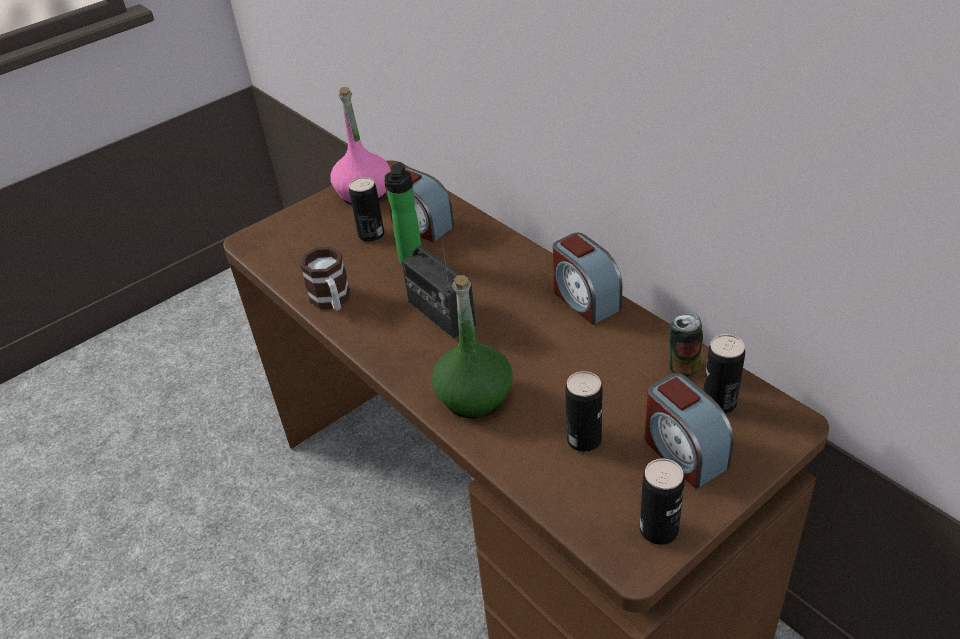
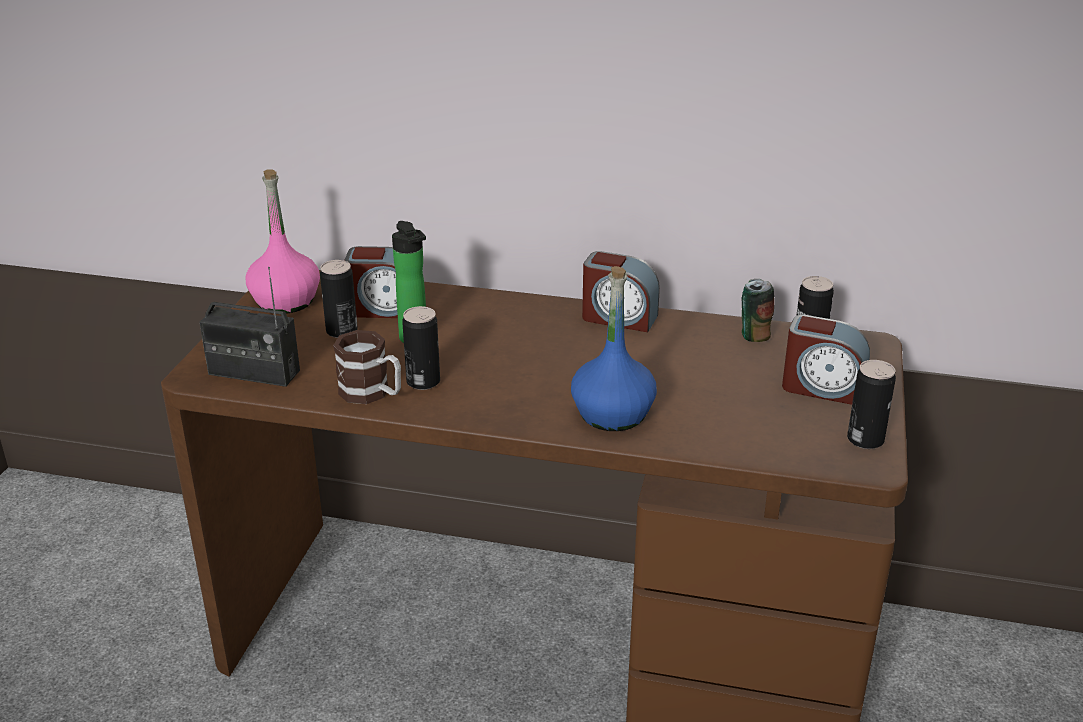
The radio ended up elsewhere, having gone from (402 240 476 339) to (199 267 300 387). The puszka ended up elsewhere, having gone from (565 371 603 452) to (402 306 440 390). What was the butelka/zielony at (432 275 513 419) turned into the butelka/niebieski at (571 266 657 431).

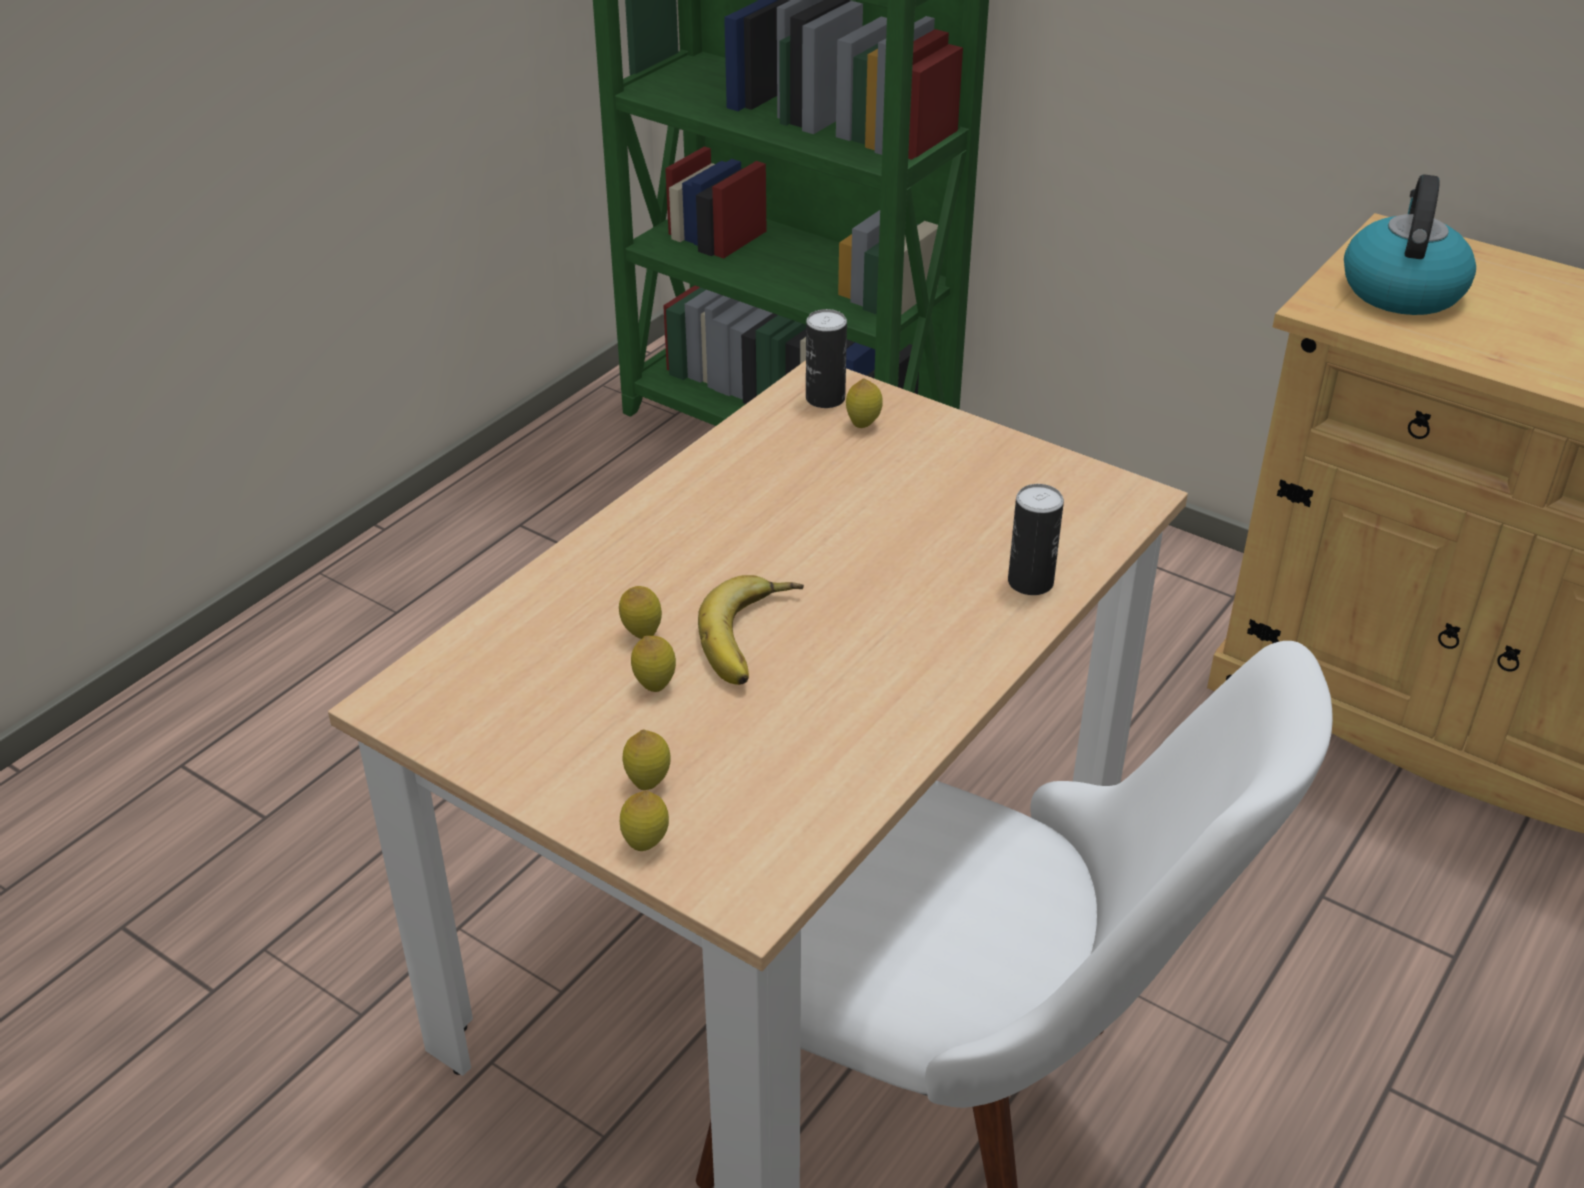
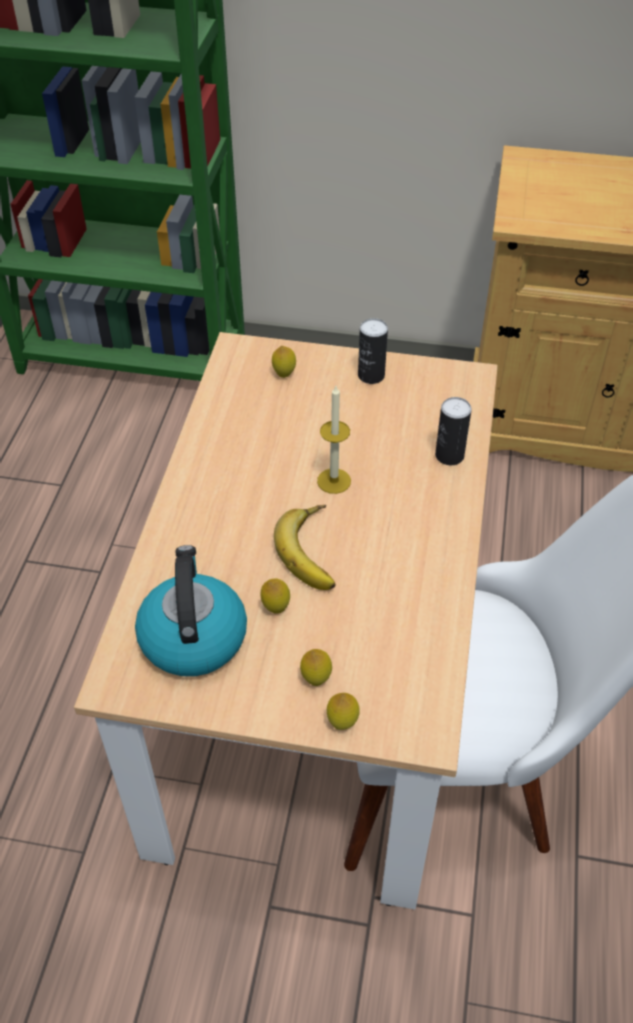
The czajnik ended up elsewhere, having gone from (1344 174 1476 315) to (135 545 247 676). The second view gained the świeca at (317 386 351 494). The puszka ended up elsewhere, having gone from (806 309 847 408) to (358 318 388 384). The second view lost the cytryna at (619 586 662 639).

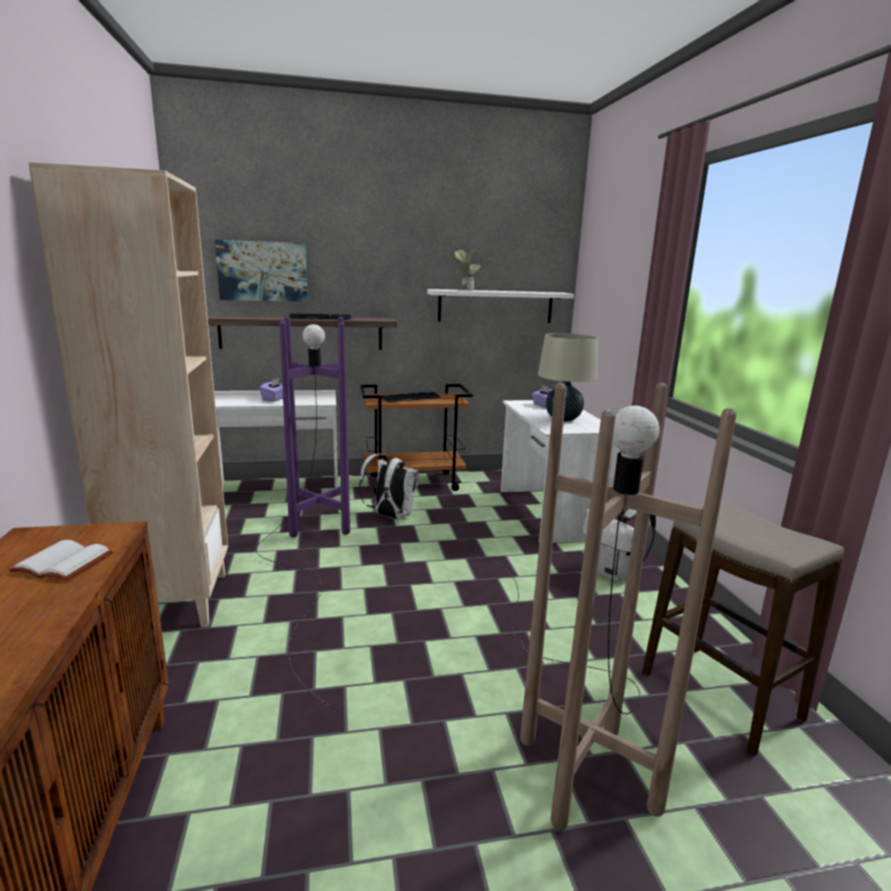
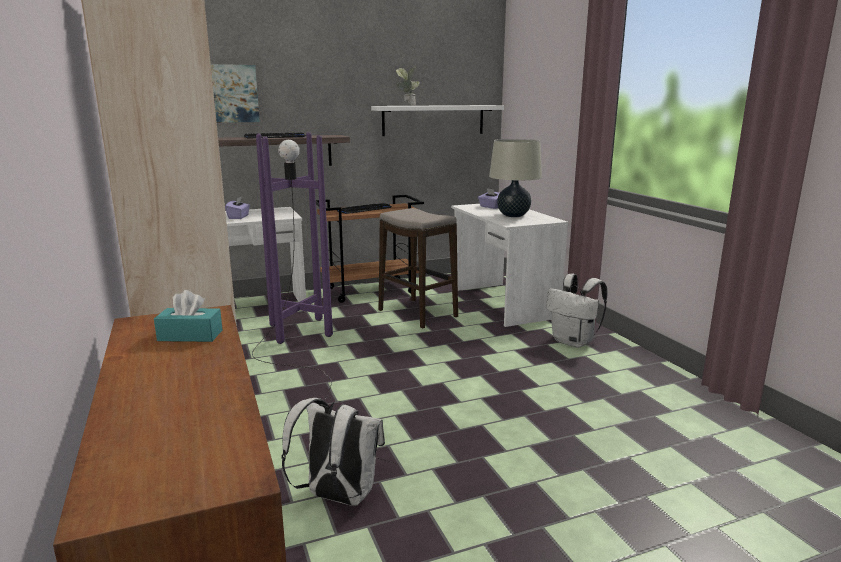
Where the książka/biały stood at (9 540 114 581), the pudełko chusteczek/turkusowy came to stand at (154 290 223 342). The plecak/biały ended up elsewhere, having gone from (359 454 420 519) to (281 398 385 506). The stołek ended up elsewhere, having gone from (642 502 844 757) to (379 208 458 329). The second view lost the lampa stojąca/brązowy at (459 383 737 830).

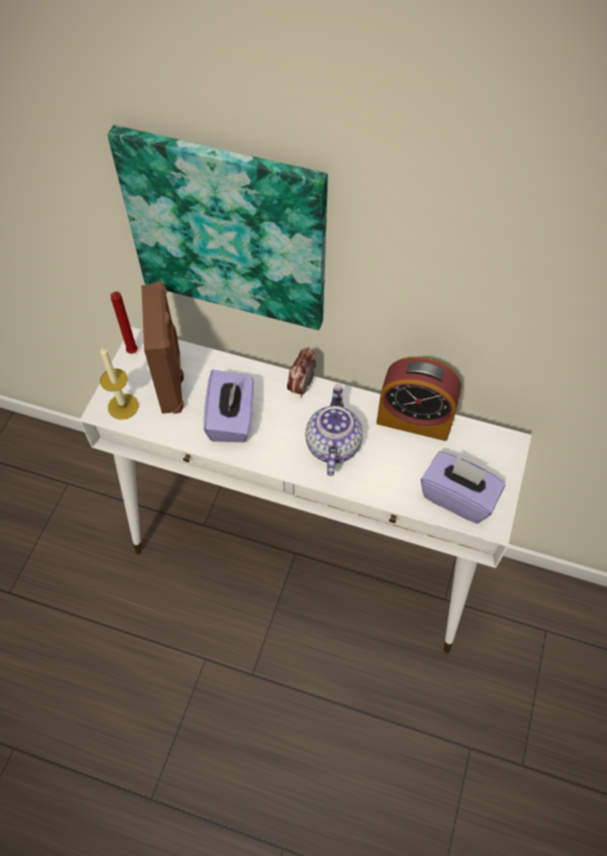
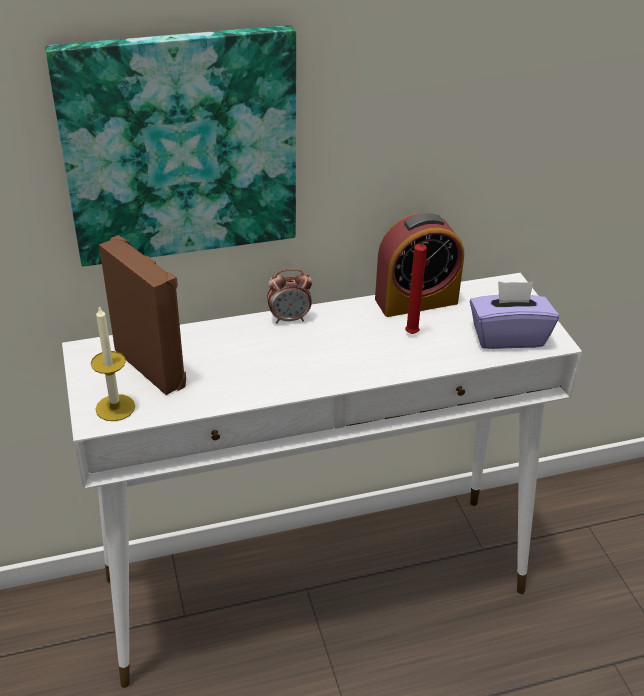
The budzik at (287 347 316 398) ended up facing another way, 90 degrees clockwise from before. The świeca/czerwony ended up elsewhere, having gone from (110 292 138 354) to (405 242 428 334). The second view lost the pudełko chusteczek/fioletowy at (204 370 254 442). The second view lost the imbryk at (305 384 363 476).

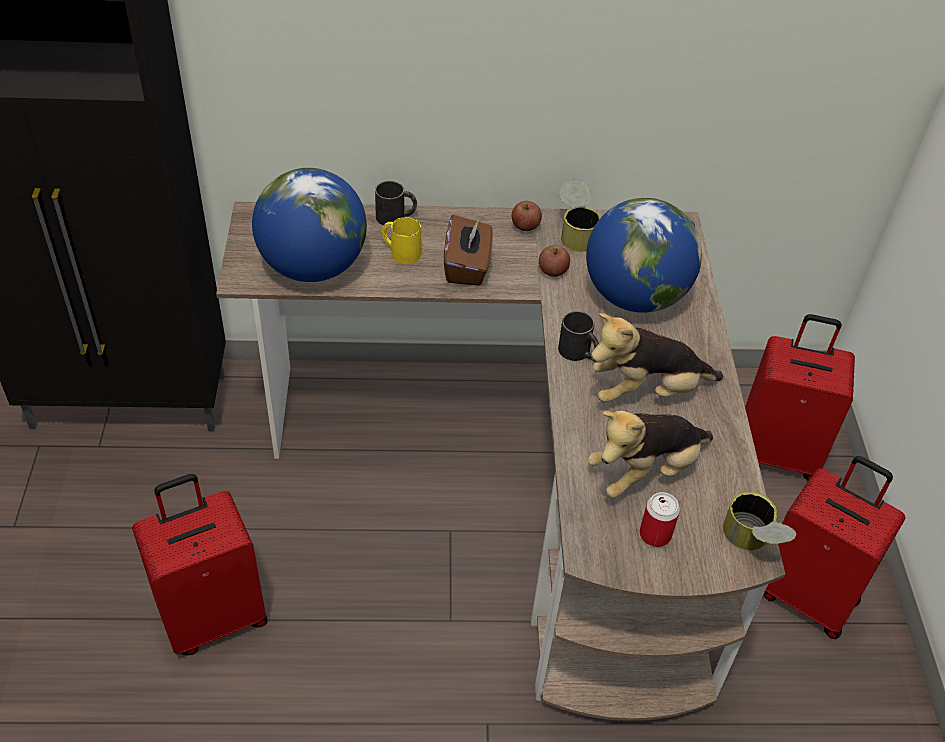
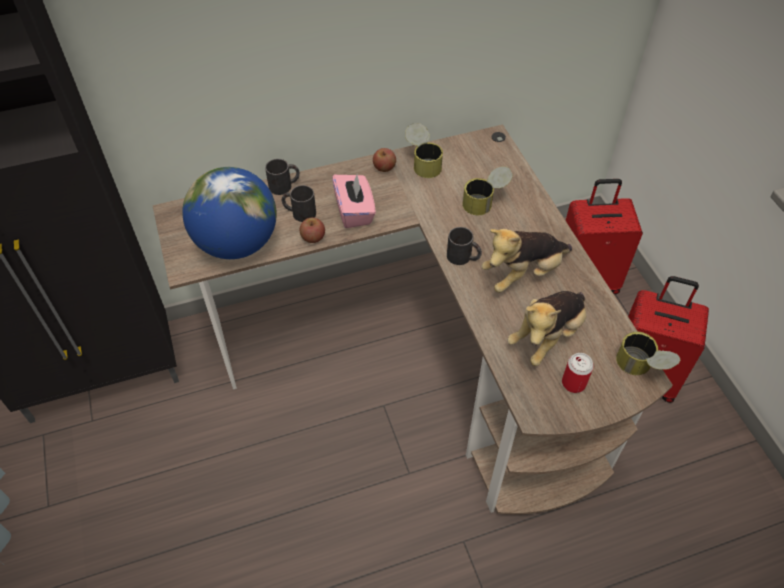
What was the kubek/żółty at (382 217 421 264) turned into the kubek/czarny at (282 185 316 222). The jabłko ended up elsewhere, having gone from (539 245 570 277) to (300 218 325 243). What was the pudełko chusteczek/brązowy at (444 215 493 286) turned into the pudełko chusteczek/różowy at (332 172 376 228). Where the globus stood at (586 198 702 313), the puszka came to stand at (462 166 513 215). The second view lost the walizka/czerwony at (132 474 267 656).

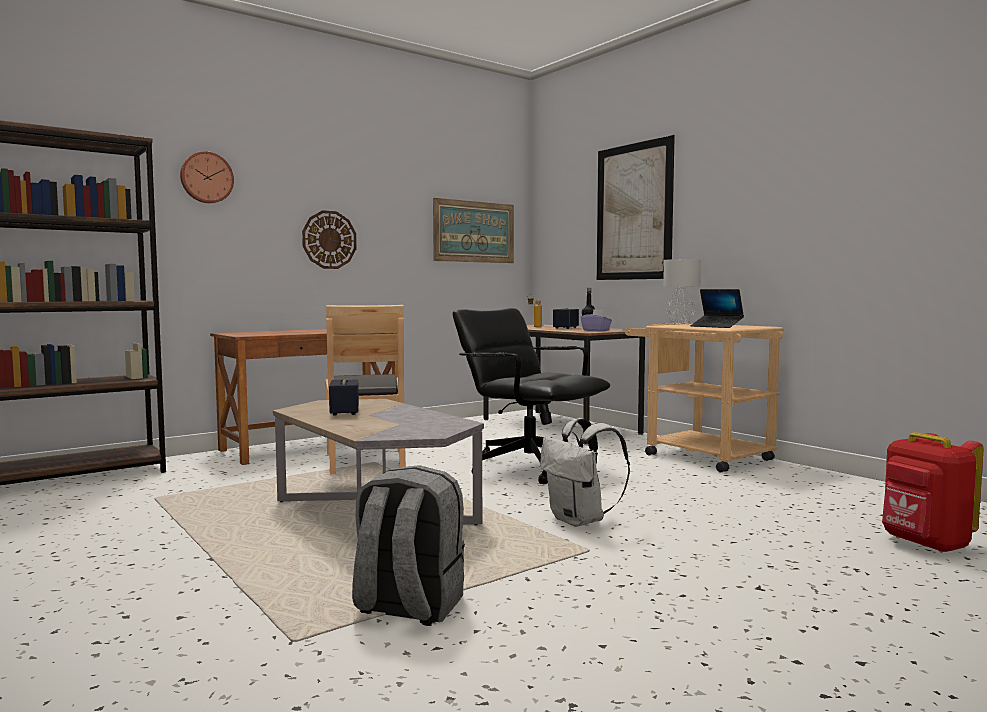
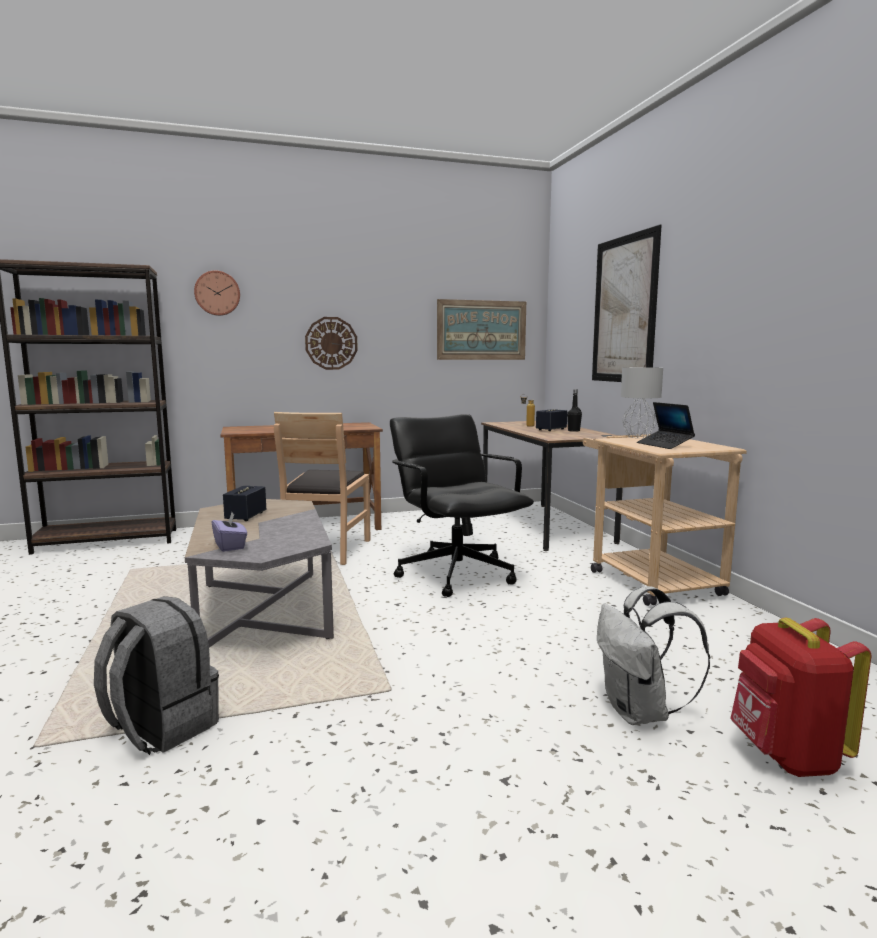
The pudełko chusteczek/fioletowy ended up elsewhere, having gone from (581 309 612 331) to (211 512 247 552). The plecak/biały ended up elsewhere, having gone from (540 418 630 527) to (597 586 711 725).

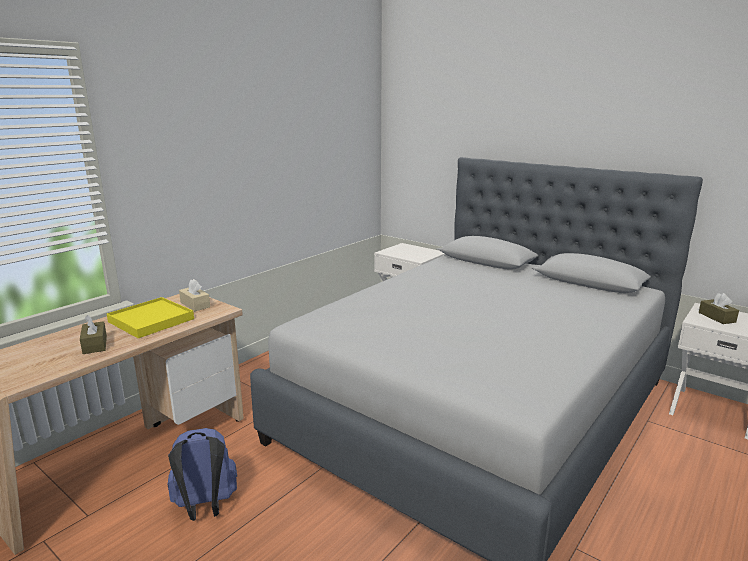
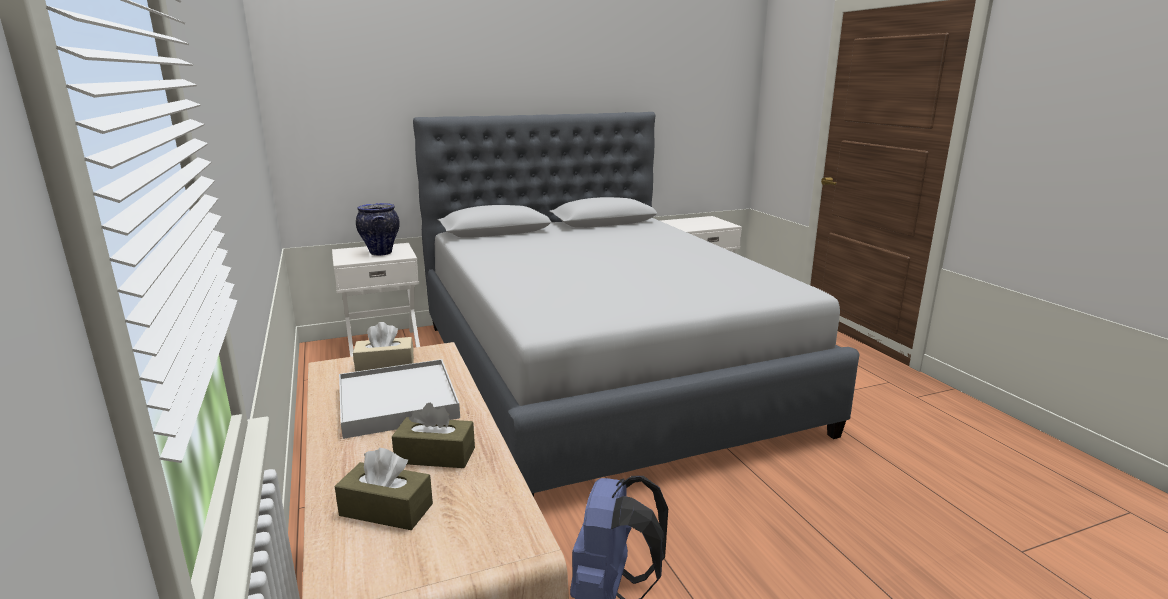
The pudełko chusteczek/brązowy ended up elsewhere, having gone from (699 293 739 324) to (335 448 433 530). What was the taca/żółty at (107 297 194 338) turned into the taca/biały at (339 359 460 439). The second view gained the wazon at (356 203 400 256).

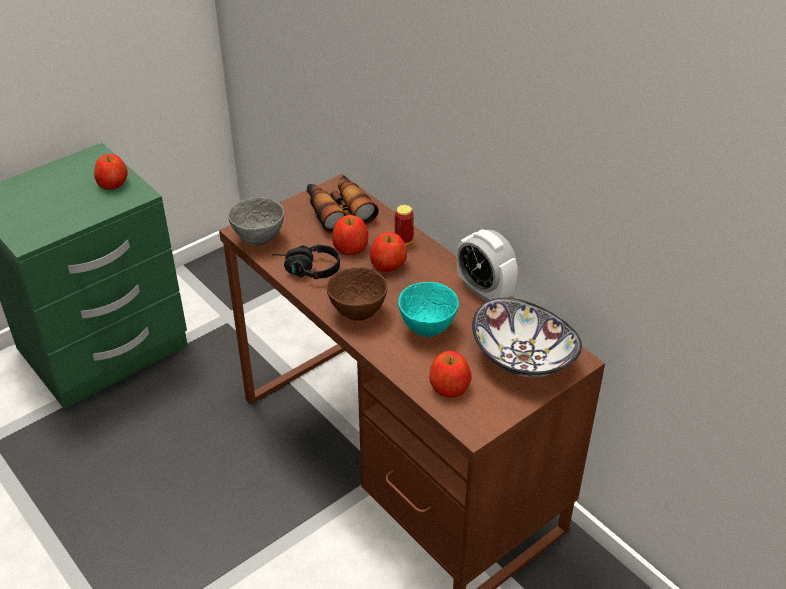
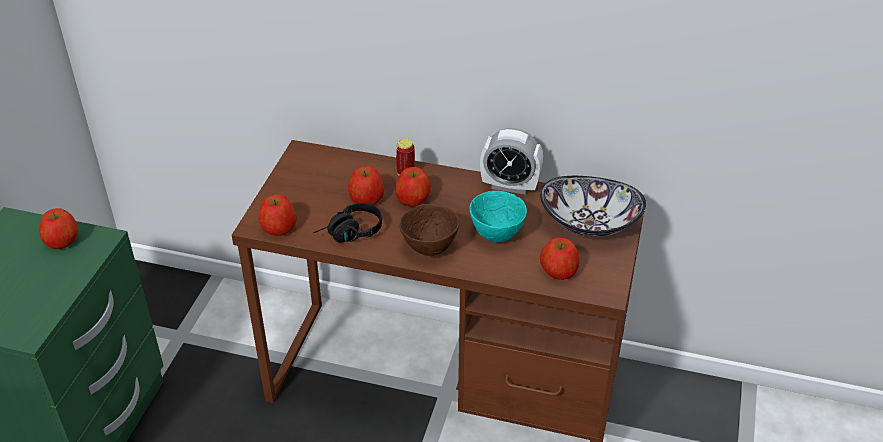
Where the miska/szary stood at (228 197 284 245), the jabłko came to stand at (258 194 297 236). The second view lost the lornetka at (307 175 379 233).

